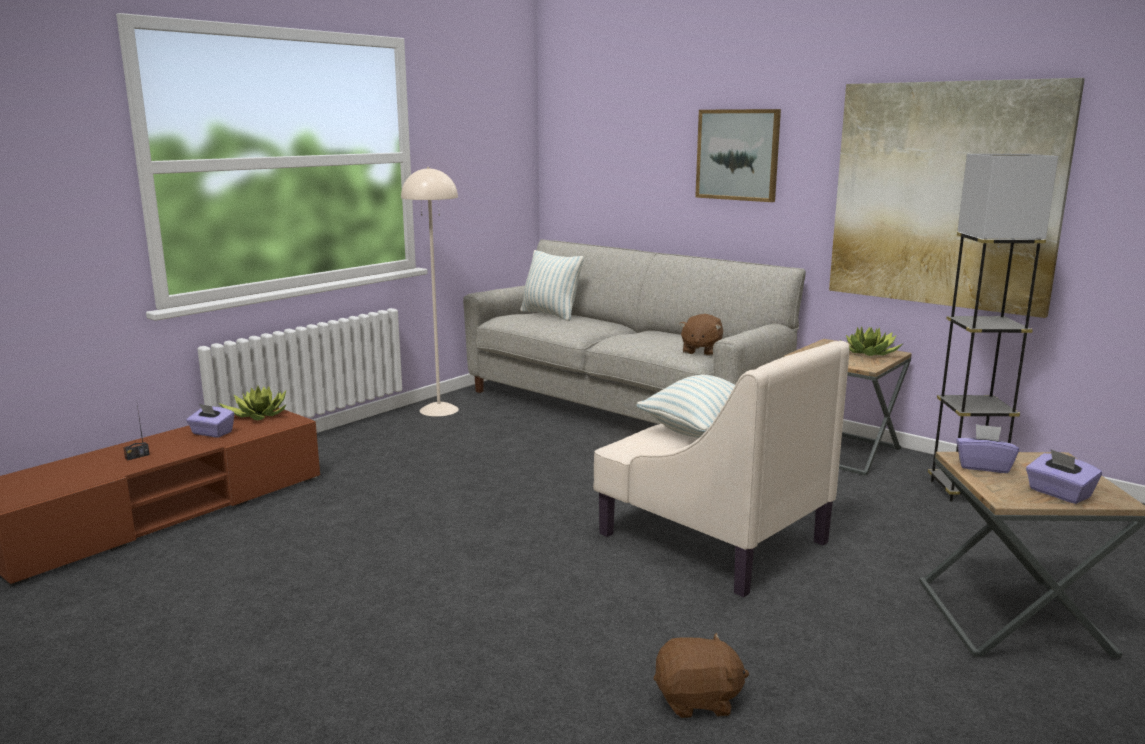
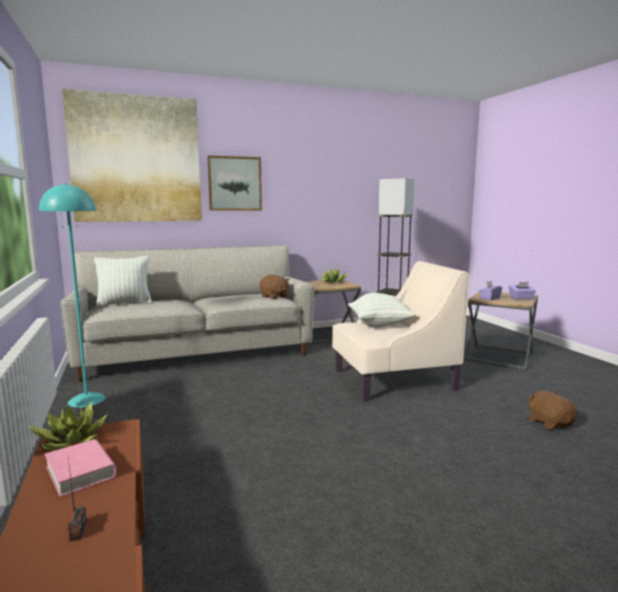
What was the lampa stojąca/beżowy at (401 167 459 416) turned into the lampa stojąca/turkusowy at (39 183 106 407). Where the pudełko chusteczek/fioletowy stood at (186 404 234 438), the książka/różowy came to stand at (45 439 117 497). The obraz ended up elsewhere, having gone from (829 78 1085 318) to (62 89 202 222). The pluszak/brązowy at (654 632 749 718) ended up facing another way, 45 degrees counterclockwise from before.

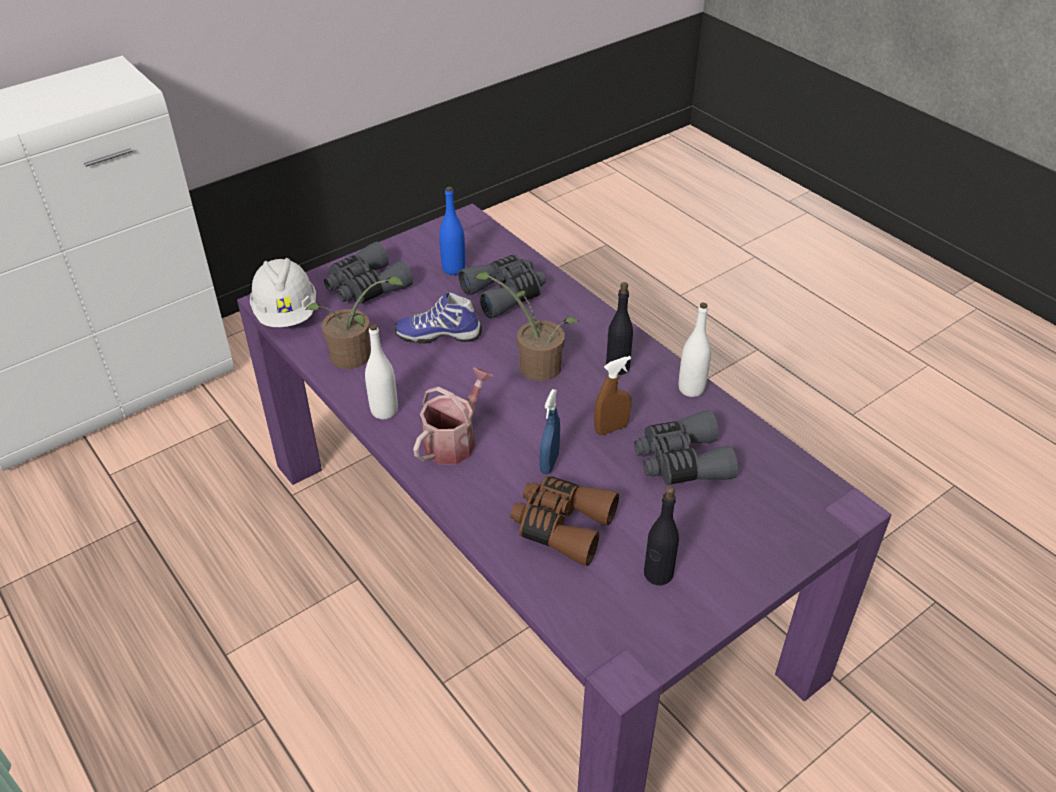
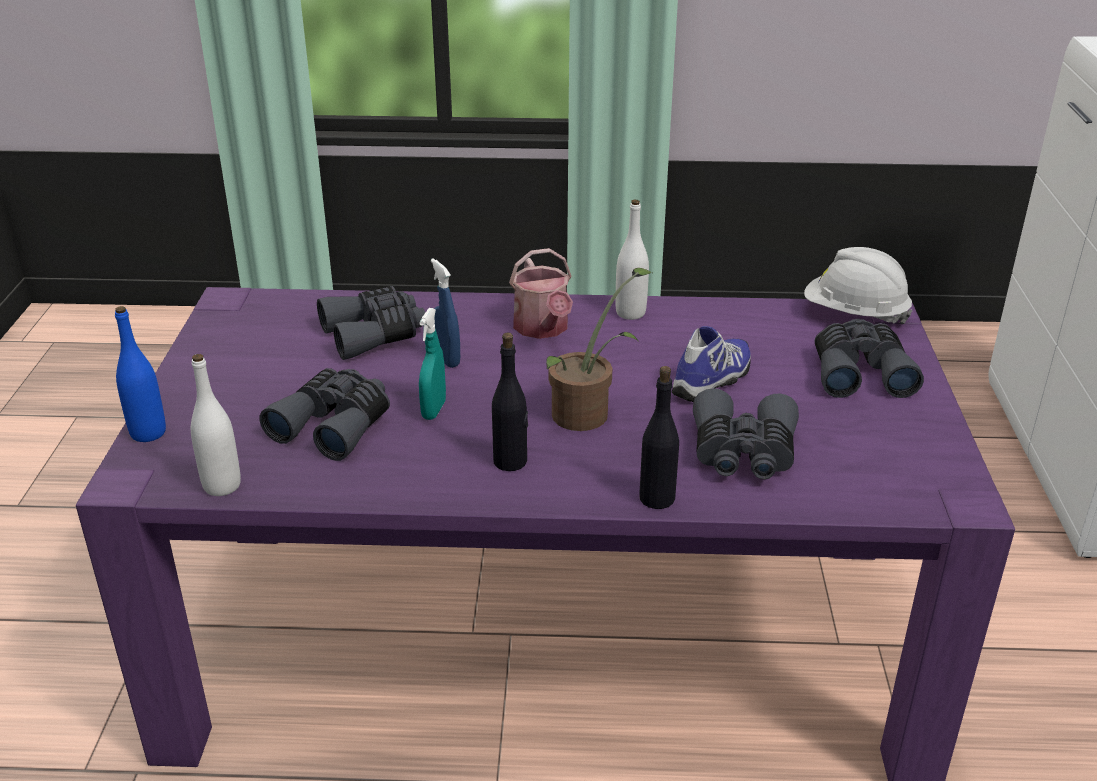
The butelka/niebieski ended up elsewhere, having gone from (439 187 465 275) to (115 306 166 442). The butelka/biały ended up elsewhere, having gone from (678 303 711 397) to (191 354 241 496). What was the lornetka/brązowy at (510 476 619 566) turned into the lornetka/szary at (317 286 425 360). What was the spryskiwacz/brązowy at (594 356 632 435) turned into the spryskiwacz/turkusowy at (419 308 446 420). The butelka/czarny ended up elsewhere, having gone from (644 486 679 585) to (639 366 679 509). The second view lost the roślina doniczkowa at (305 276 405 369).

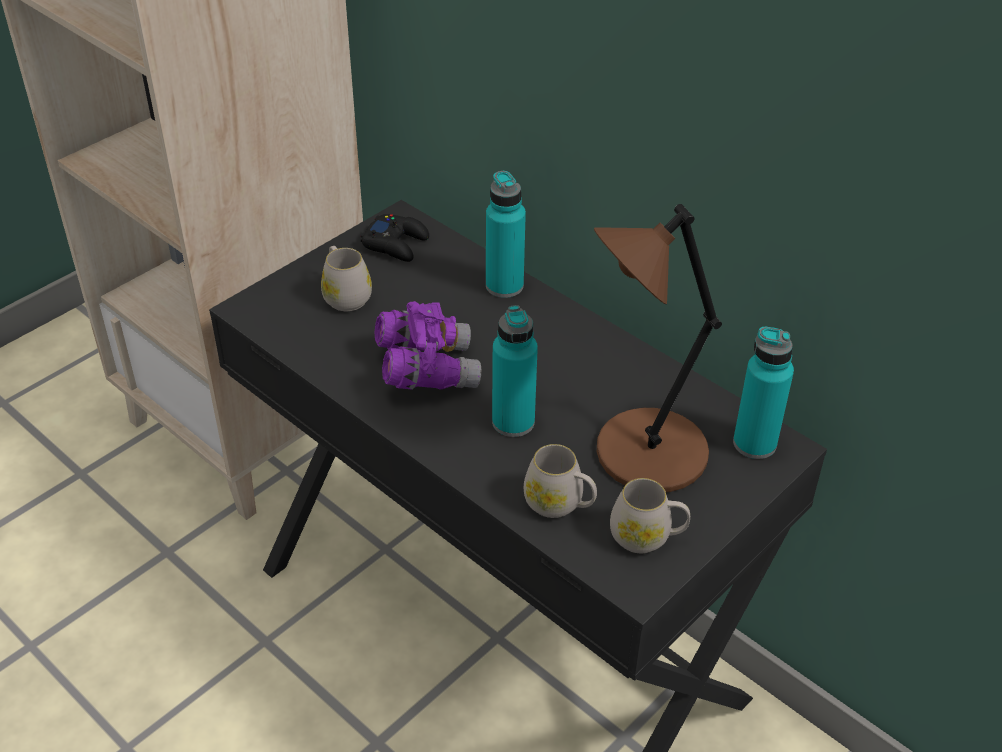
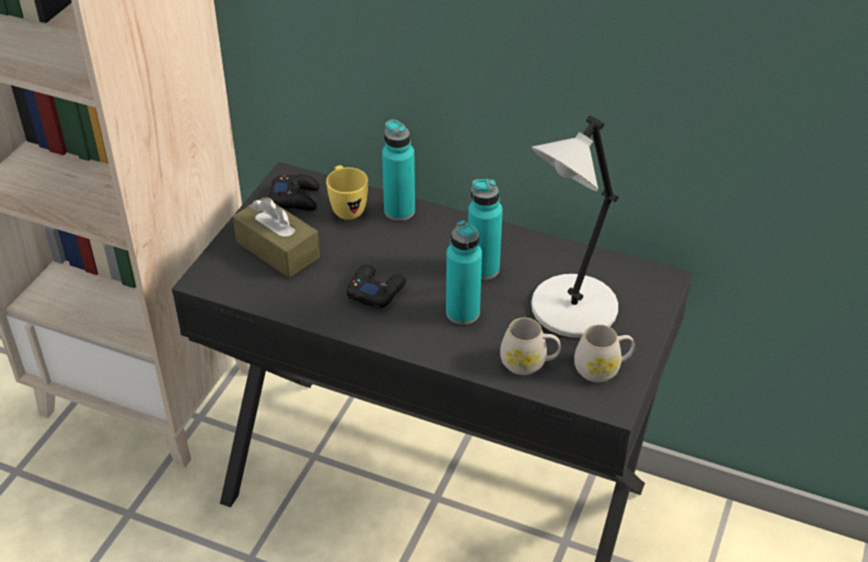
Where the kubek/biały stood at (321 246 372 311), the pudełko chusteczek/brązowy came to stand at (233 197 320 278). The second view gained the kubek/żółty at (326 165 368 220). Where the lornetka/fioletowy stood at (375 301 481 390), the pad do gier/czarny came to stand at (346 265 406 309). The butelka/turkusowy ended up elsewhere, having gone from (733 326 794 459) to (468 179 503 280). What was the lampa stołowa/brązowy at (594 204 722 492) turned into the lampa stołowa/szary at (531 115 618 338).

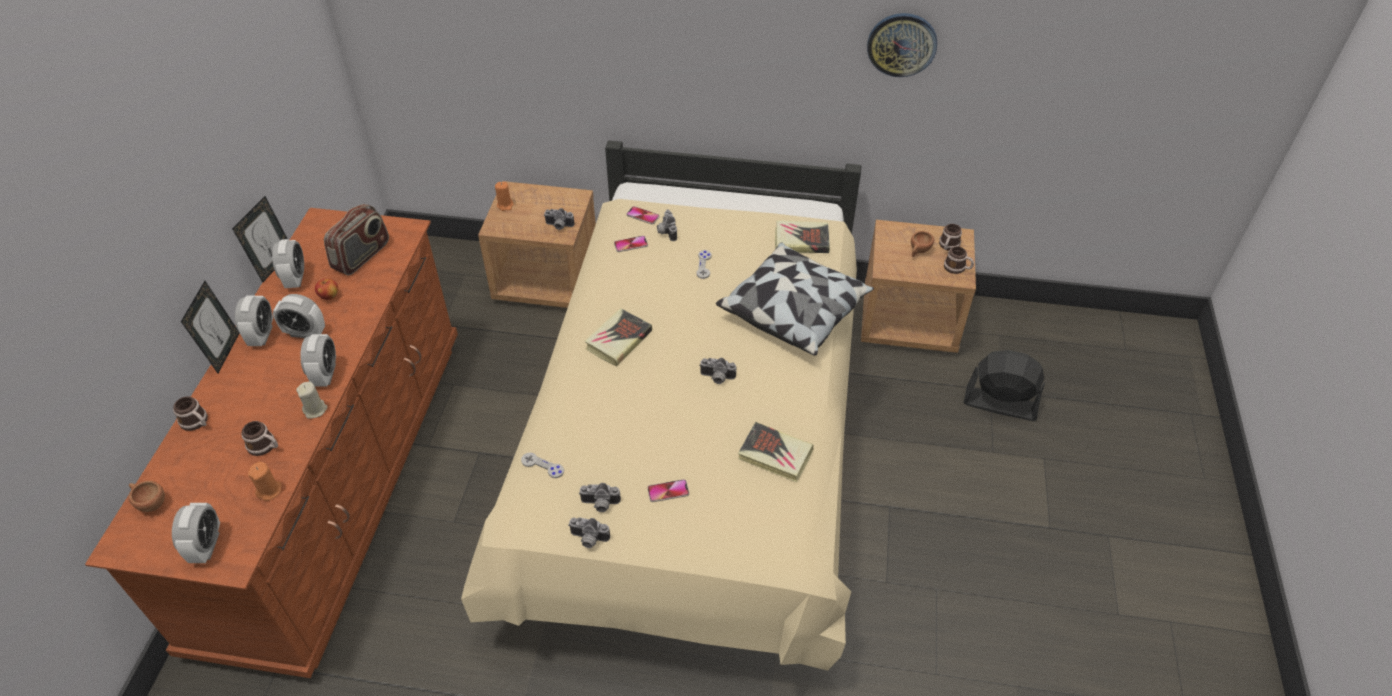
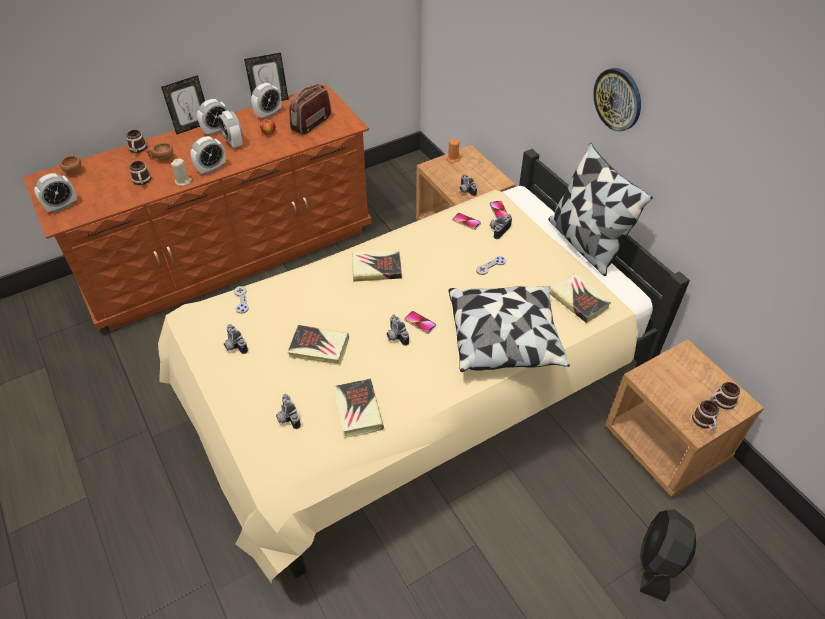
The filiżanka/brązowy ended up elsewhere, having gone from (911 231 934 257) to (147 143 173 161). The aparat fotograficzny ended up elsewhere, having gone from (568 518 610 548) to (276 394 301 429). The second view gained the książka at (287 325 349 366). The radio at (324 204 389 276) ended up facing another way, 135 degrees clockwise from before. The telefon ended up elsewhere, having gone from (647 479 689 502) to (404 311 436 334). The second view gained the poduszka at (548 143 653 276). The zegar ścienny ended up elsewhere, having gone from (867 13 937 77) to (593 68 641 132). The wentylator/czarny at (964 350 1045 421) ended up facing another way, 135 degrees counterclockwise from before. The second view lost the świeca/pomarańczowy at (248 462 282 501).

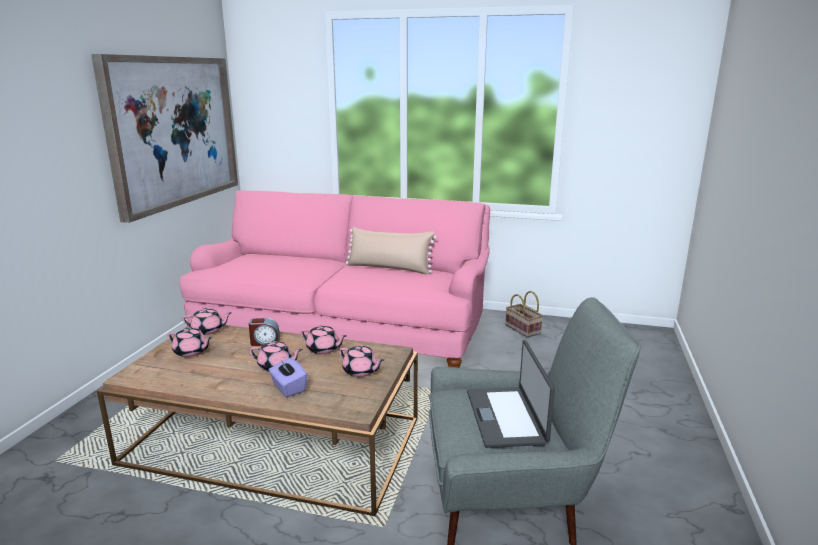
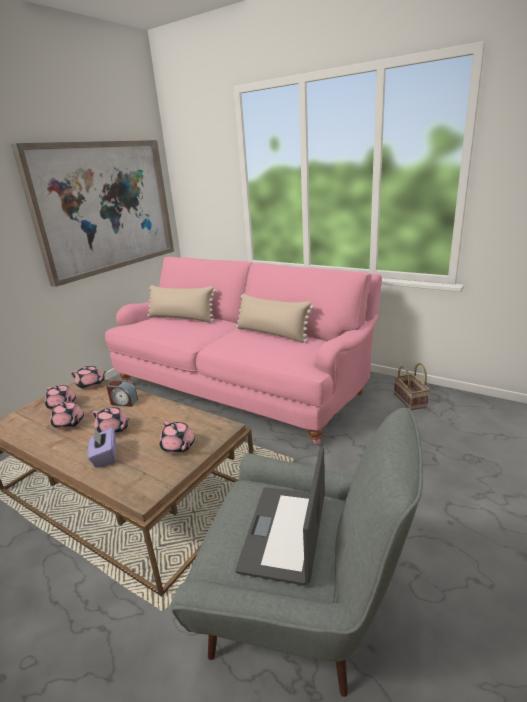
The imbryk/różowy ended up elsewhere, having gone from (301 325 347 354) to (50 402 84 430). The second view gained the poduszka/beżowy at (147 285 216 322).

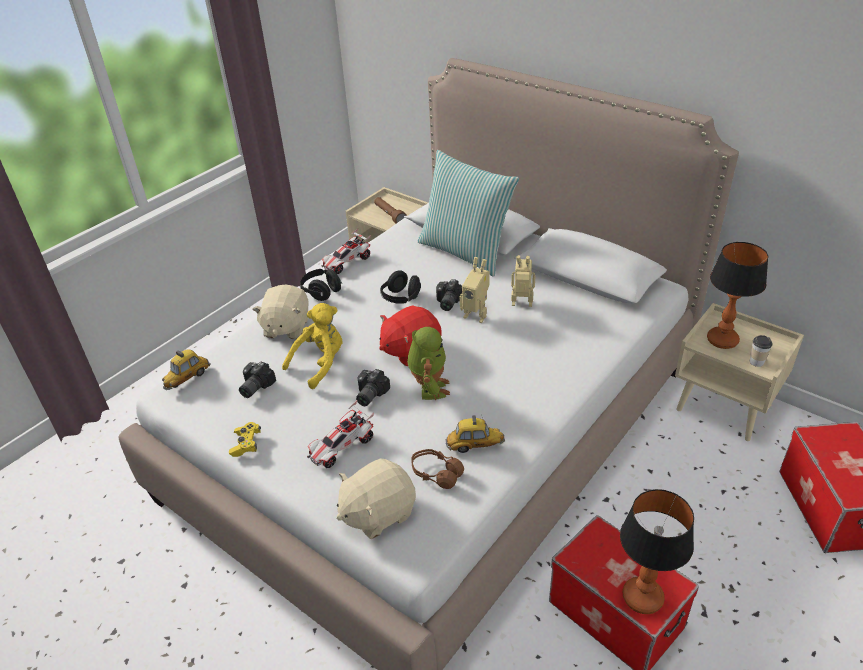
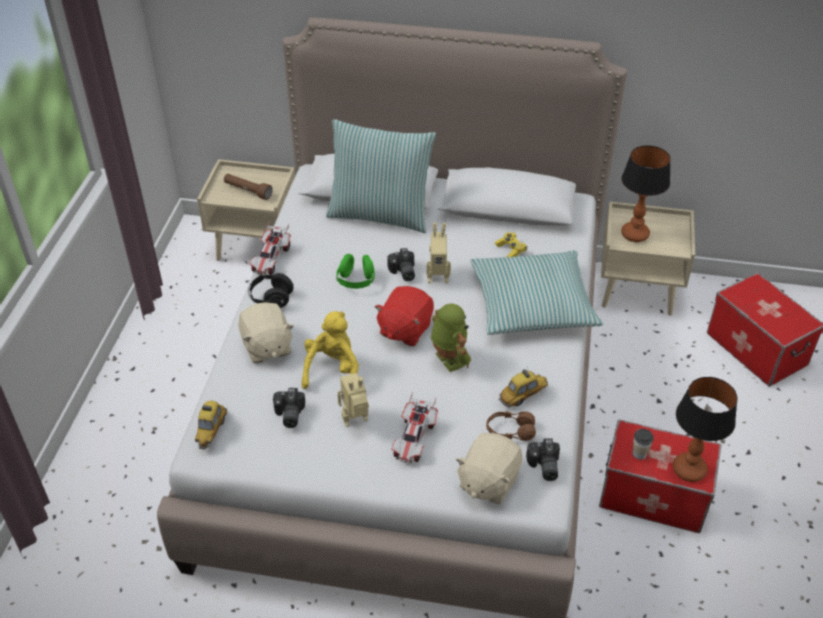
What was the słuchawki/czarny at (380 271 421 304) turned into the słuchawki/zielony at (336 254 375 289). The robot zabawkowy ended up elsewhere, having gone from (511 255 536 307) to (337 373 369 427). The second view gained the poduszka at (470 251 603 335). The pad do gier/żółty ended up elsewhere, having gone from (229 422 261 457) to (495 232 527 257). The aparat fotograficzny ended up elsewhere, having gone from (356 369 390 406) to (526 438 560 481). The filiżanka ended up elsewhere, having gone from (750 335 772 367) to (632 429 654 460).

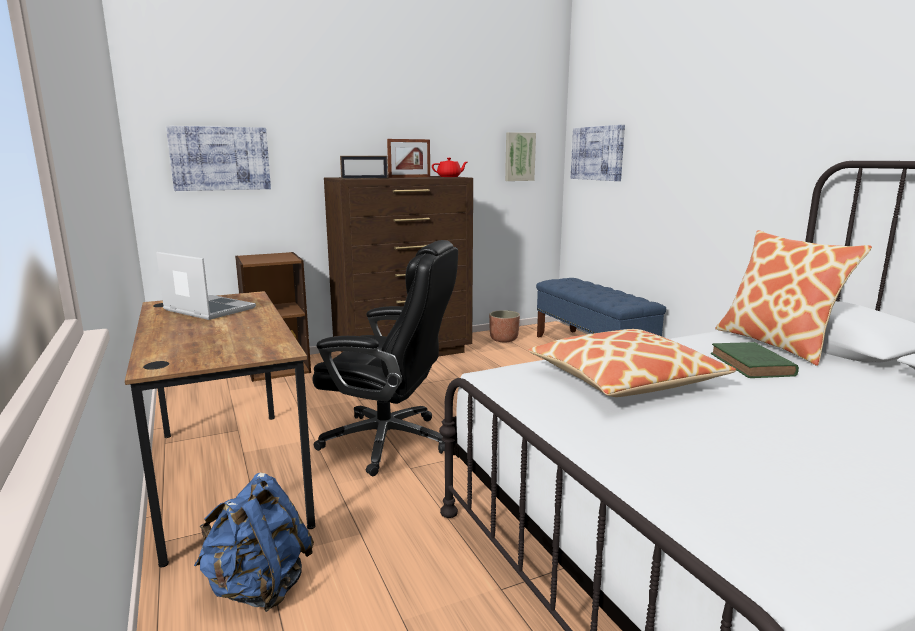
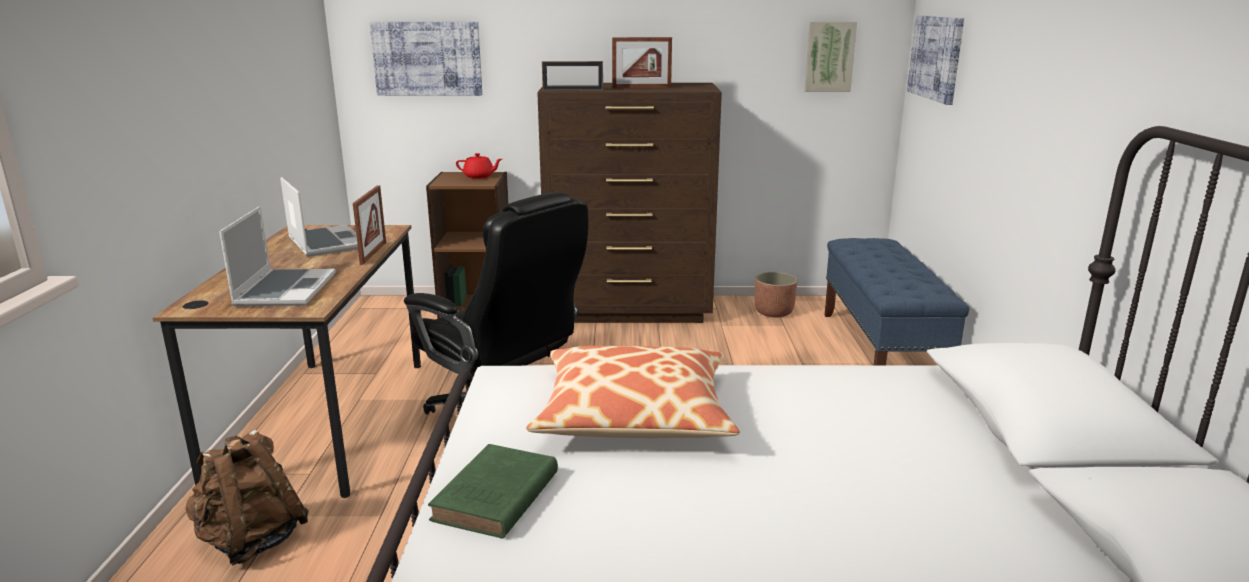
What was the plecak/niebieski at (194 472 314 612) turned into the plecak/brązowy at (186 429 309 566). The second view gained the laptop at (219 206 336 306). The second view gained the ramka na zdjęcie at (353 185 386 265). The książka/zielony ended up elsewhere, having gone from (711 342 799 378) to (428 444 558 539). The imbryk/czerwony ended up elsewhere, having gone from (432 158 467 177) to (456 153 502 179). The second view lost the poduszka at (715 230 872 366).

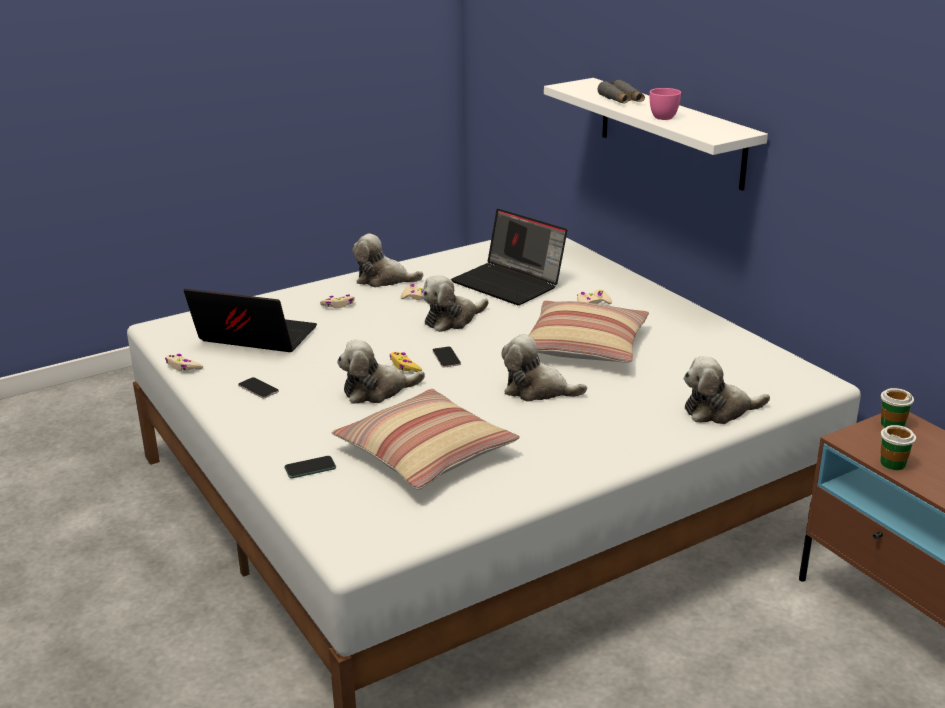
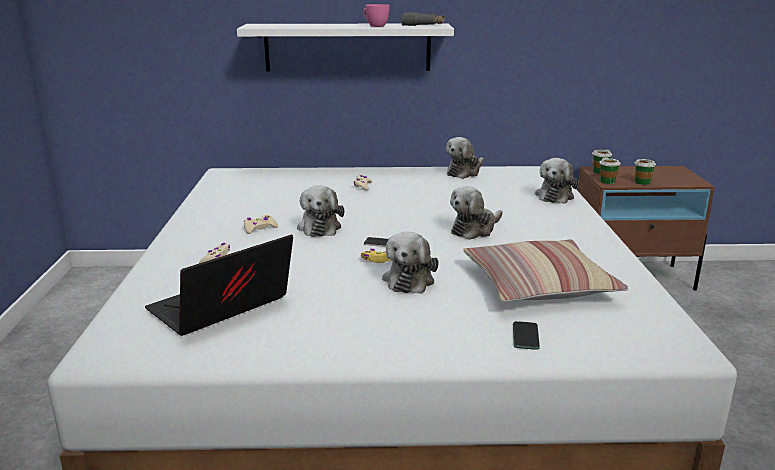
The lornetka/szary ended up elsewhere, having gone from (597 79 645 104) to (401 12 445 26). The pluszak ended up elsewhere, having gone from (352 234 423 287) to (446 137 484 179). The second view gained the filiżanka at (600 157 621 184). The second view lost the pad do gier/beżowy at (165 354 203 371). The second view lost the telefon at (238 377 279 398). The second view lost the laptop at (451 209 567 305). The second view lost the poduszka at (529 300 649 363).

